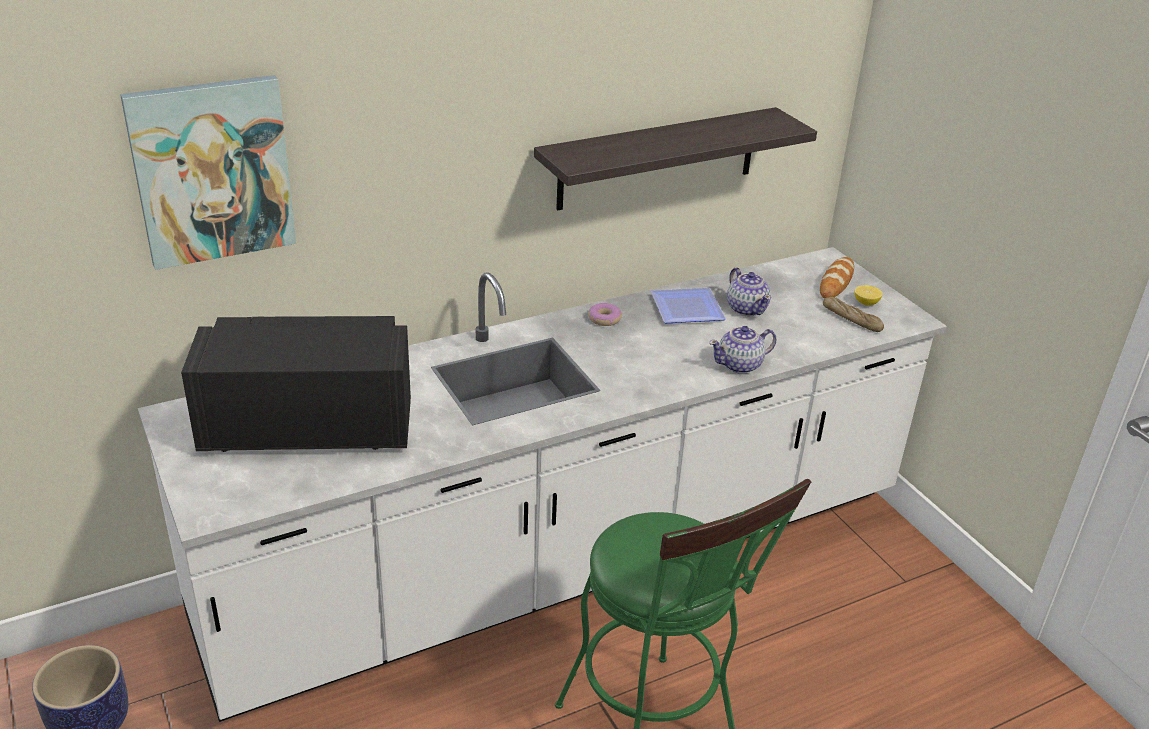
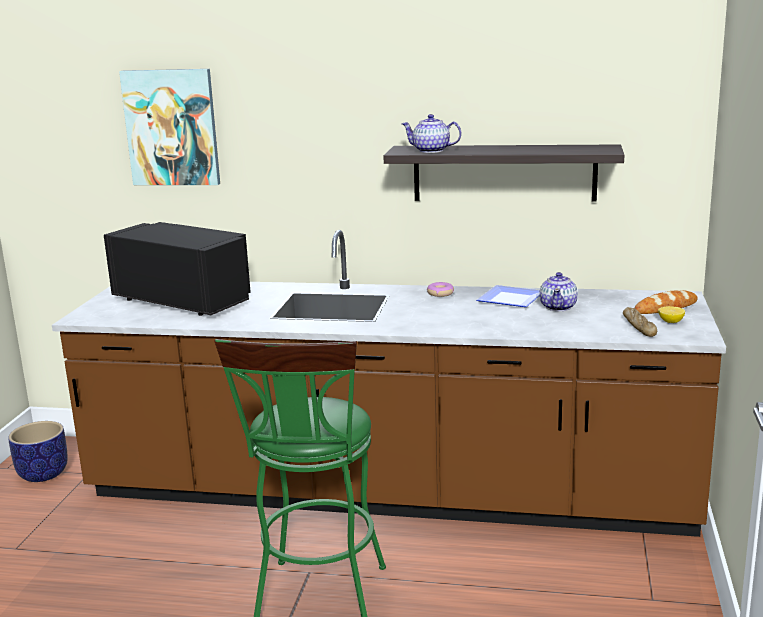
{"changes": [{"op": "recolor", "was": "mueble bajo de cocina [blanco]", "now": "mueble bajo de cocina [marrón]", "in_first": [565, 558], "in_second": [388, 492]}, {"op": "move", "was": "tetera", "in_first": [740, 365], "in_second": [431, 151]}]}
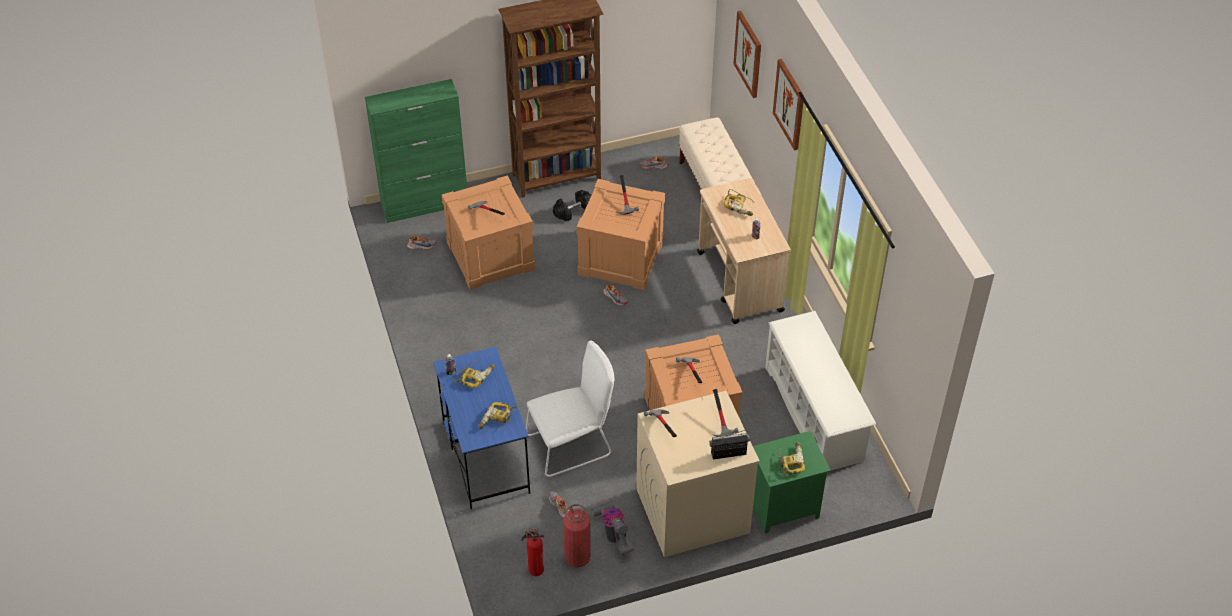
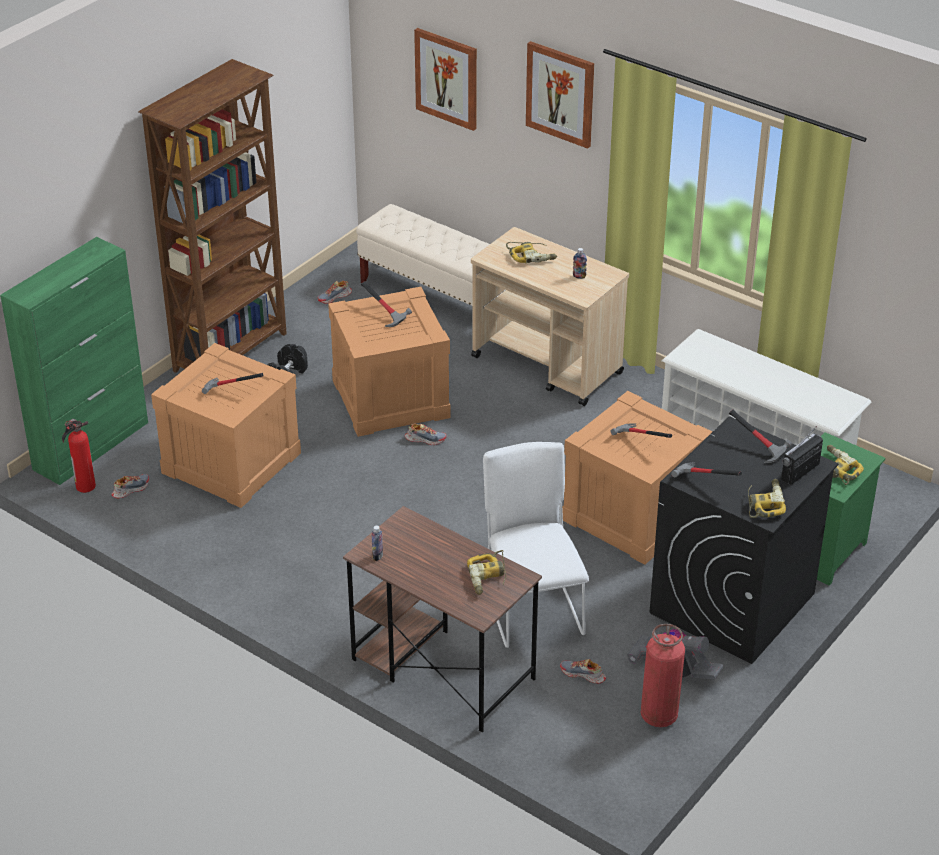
{"changes": [{"op": "rotate", "was": "silla [blanco]", "in_first": [572, 445], "in_second": [531, 605], "clockwise": -45}, {"op": "recolor", "was": "escritorio [azul]", "now": "escritorio [marrón]", "in_first": [485, 456], "in_second": [441, 668]}, {"op": "move", "was": "taladro", "in_first": [475, 375], "in_second": [764, 503]}, {"op": "recolor", "was": "lavadora [beis]", "now": "lavadora [negro]", "in_first": [692, 511], "in_second": [732, 604]}, {"op": "move", "was": "extintor", "in_first": [535, 569], "in_second": [84, 487]}]}
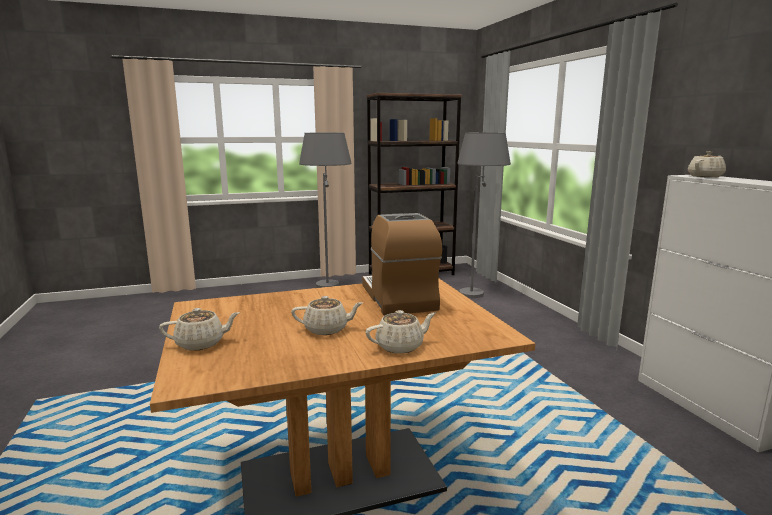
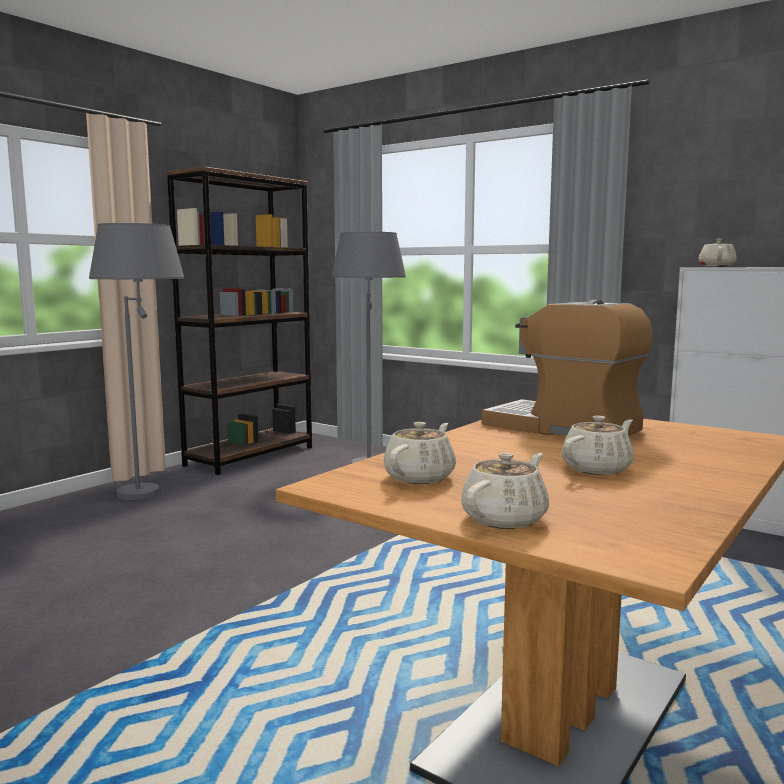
{"changes": [{"op": "move", "was": "tetera [beis]", "in_first": [400, 346], "in_second": [420, 477]}]}
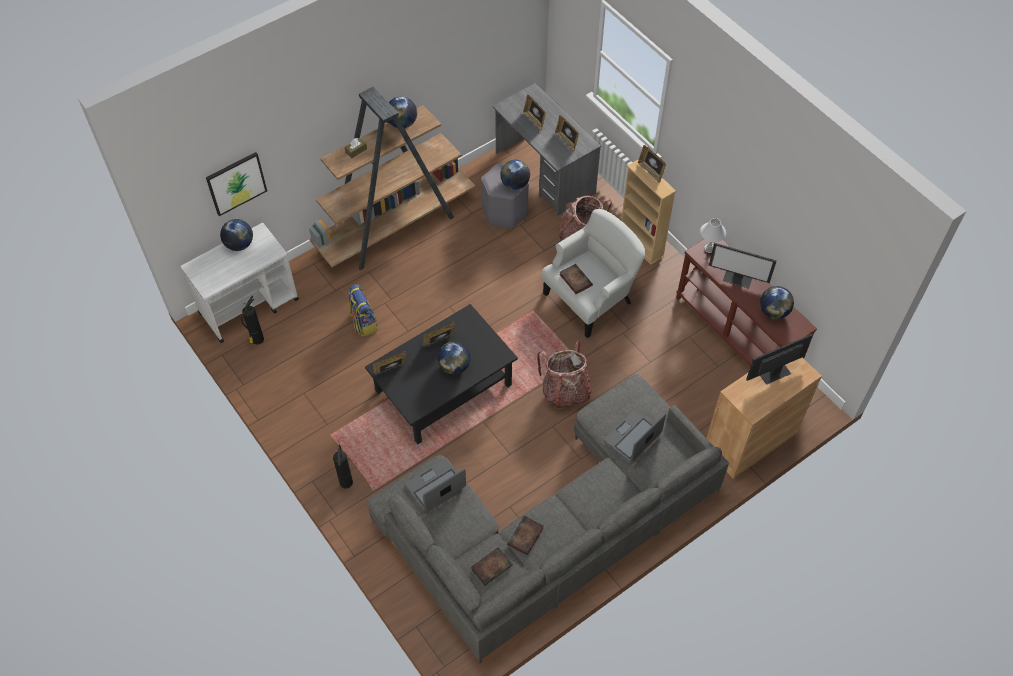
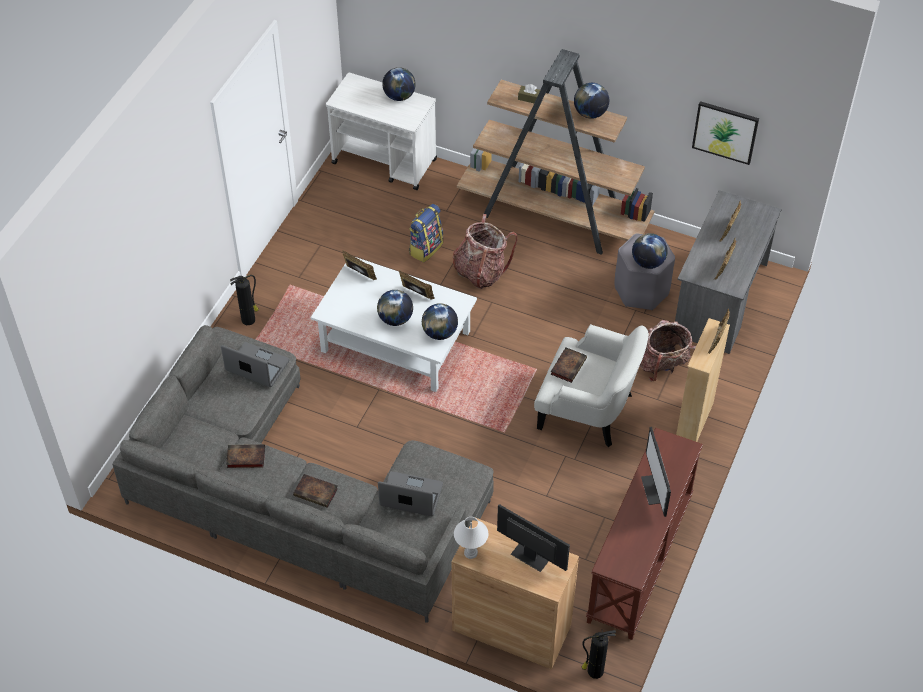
{"changes": [{"op": "move", "was": "cuadro", "in_first": [236, 183], "in_second": [725, 132]}, {"op": "move", "was": "lámpara de mesa [blanco]", "in_first": [709, 249], "in_second": [471, 553]}, {"op": "move", "was": "globo terráqueo", "in_first": [773, 312], "in_second": [439, 333]}, {"op": "move", "was": "extintor", "in_first": [257, 340], "in_second": [594, 671]}, {"op": "recolor", "was": "mesa de centro [negro]", "now": "mesa de centro [blanco]", "in_first": [444, 388], "in_second": [395, 342]}, {"op": "move", "was": "mochila", "in_first": [565, 391], "in_second": [480, 271]}, {"op": "move", "was": "libro", "in_first": [492, 566], "in_second": [317, 492]}]}
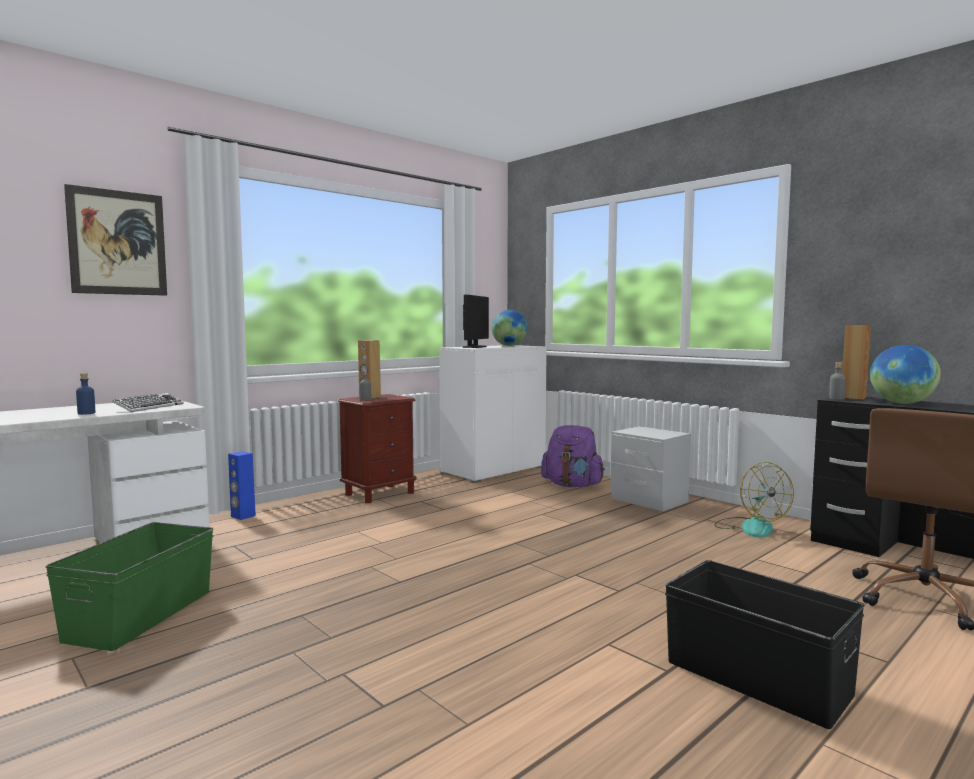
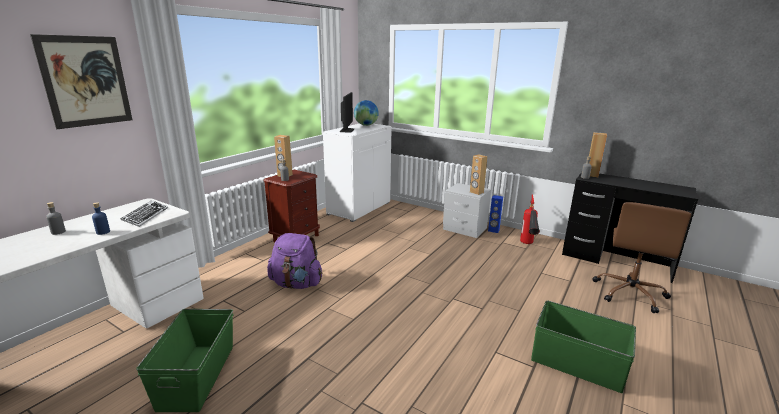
{"changes": [{"op": "delete", "was": "globo terráqueo", "in_first": [901, 403]}, {"op": "move", "was": "mochila [morado]", "in_first": [572, 485], "in_second": [296, 284]}, {"op": "move", "was": "altavoz [azul]", "in_first": [242, 516], "in_second": [493, 230]}, {"op": "replace", "was": "ventilador", "now": "extintor", "in_first": [750, 527], "in_second": [527, 246]}, {"op": "recolor", "was": "caja de almacenaje [negro]", "now": "caja de almacenaje [verde]", "in_first": [757, 678], "in_second": [577, 364]}, {"op": "insert", "now": "altavoz [marrón]", "in_second": [476, 192]}, {"op": "insert", "now": "botella [gris]", "in_second": [58, 232]}]}
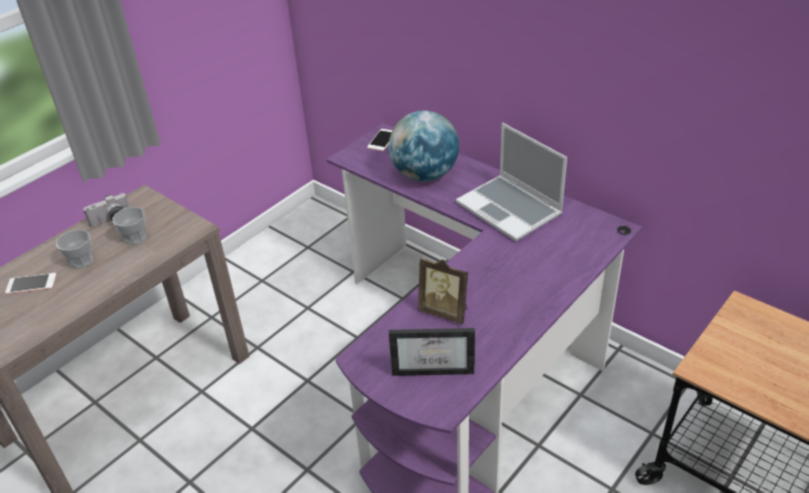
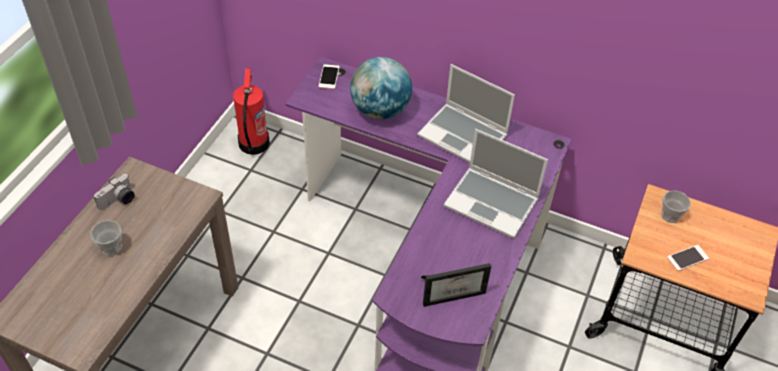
{"changes": [{"op": "move", "was": "taza", "in_first": [135, 238], "in_second": [670, 215]}, {"op": "delete", "was": "portarretratos", "in_first": [445, 311]}, {"op": "move", "was": "móvil", "in_first": [31, 284], "in_second": [687, 258]}, {"op": "insert", "now": "extintor", "in_second": [253, 144]}, {"op": "insert", "now": "portátil", "in_second": [492, 203]}]}
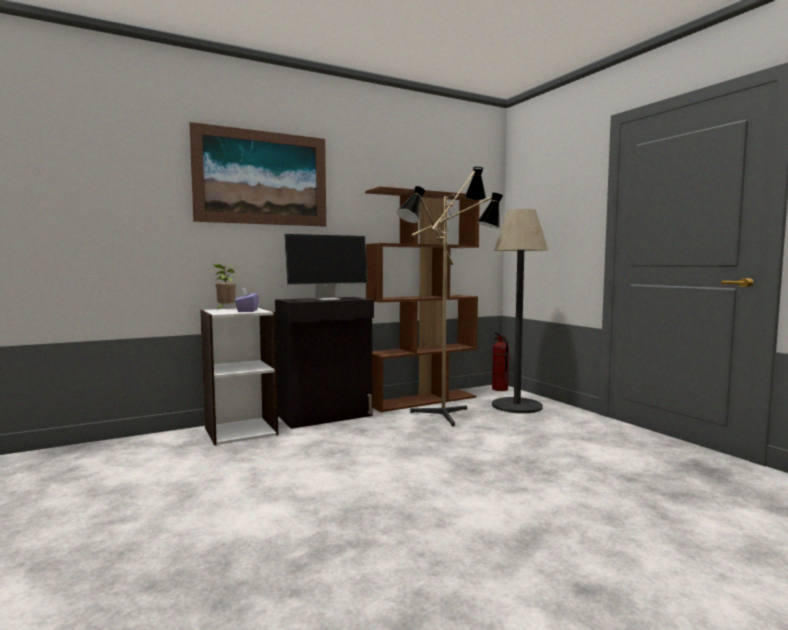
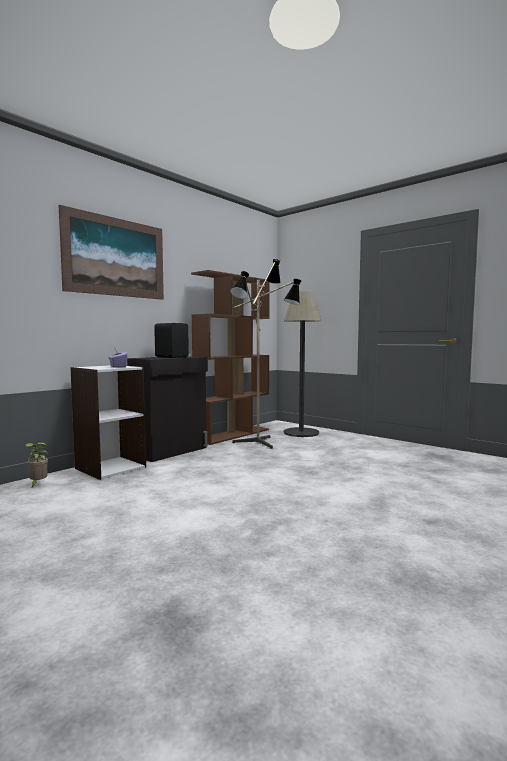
{"changes": [{"op": "replace", "was": "monitor", "now": "altavoz [negro]", "in_first": [328, 299], "in_second": [172, 357]}, {"op": "move", "was": "planta en maceta", "in_first": [225, 309], "in_second": [37, 484]}, {"op": "delete", "was": "extintor", "in_first": [499, 389]}]}
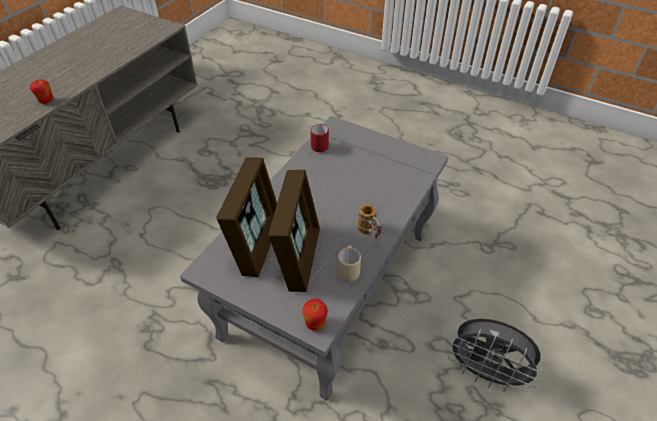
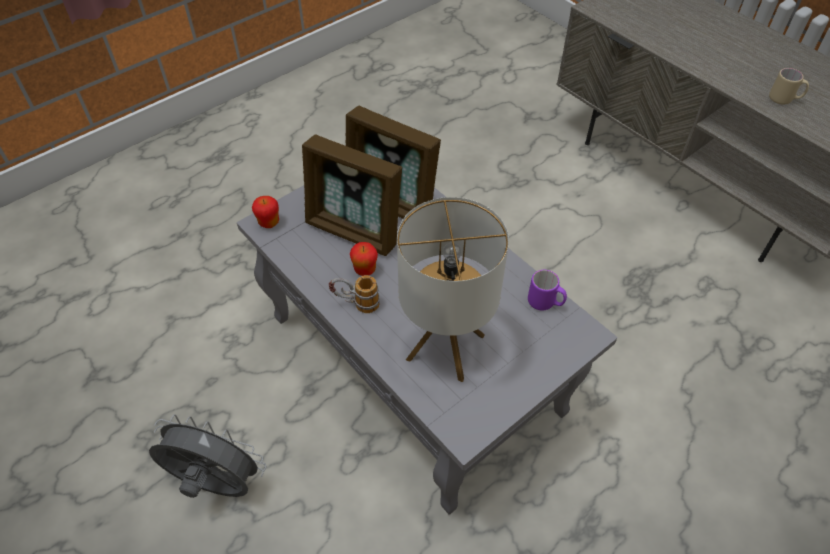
{"changes": [{"op": "move", "was": "manzana", "in_first": [46, 101], "in_second": [365, 270]}, {"op": "recolor", "was": "taza grande [rojo]", "now": "taza grande [morado]", "in_first": [320, 145], "in_second": [545, 303]}, {"op": "move", "was": "taza grande [beis]", "in_first": [348, 270], "in_second": [784, 99]}, {"op": "rotate", "was": "ventilador [gris]", "in_first": [485, 373], "in_second": [216, 485], "clockwise": 60}, {"op": "insert", "now": "lámpara de mesa", "in_second": [445, 347]}]}
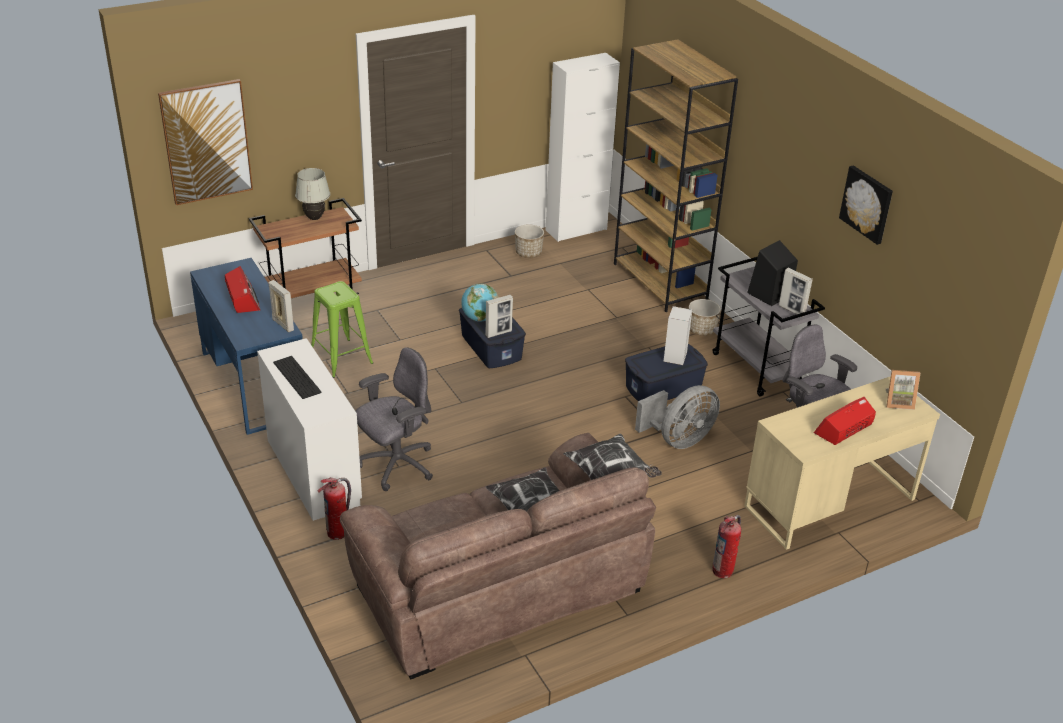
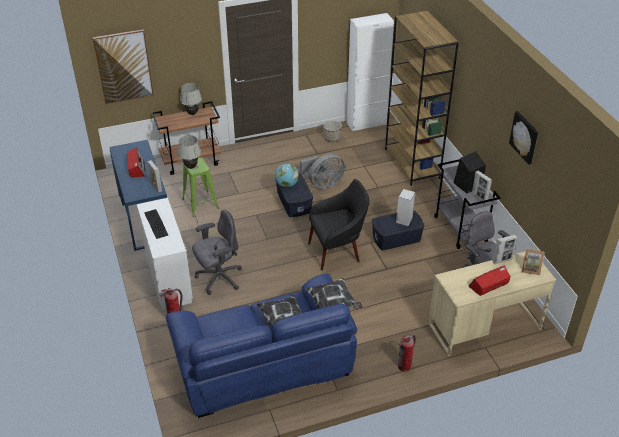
{"changes": [{"op": "move", "was": "portarretratos", "in_first": [498, 333], "in_second": [502, 260]}, {"op": "delete", "was": "maceta", "in_first": [701, 330]}, {"op": "move", "was": "ventilador [gris]", "in_first": [679, 440], "in_second": [323, 184]}, {"op": "recolor", "was": "sofá [marrón]", "now": "sofá [azul]", "in_first": [501, 589], "in_second": [264, 365]}, {"op": "insert", "now": "lámpara de mesa [blanco]", "in_second": [191, 167]}, {"op": "insert", "now": "sillón [negro]", "in_second": [337, 251]}]}
